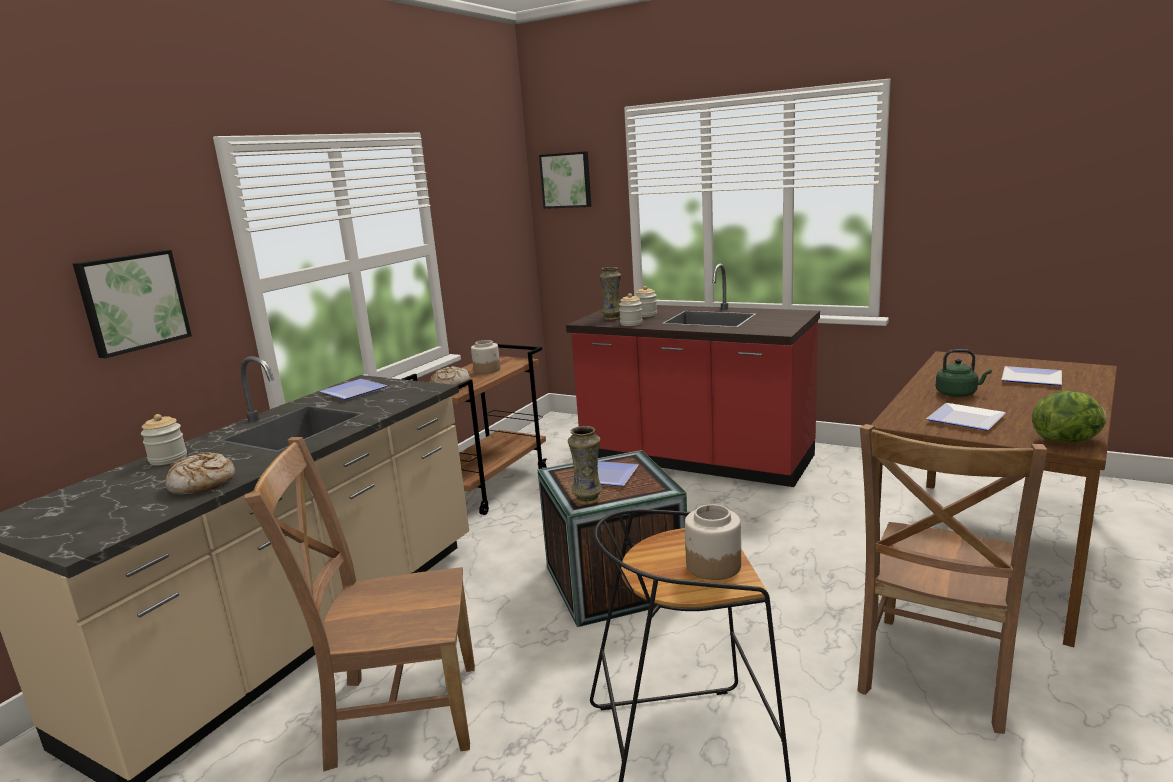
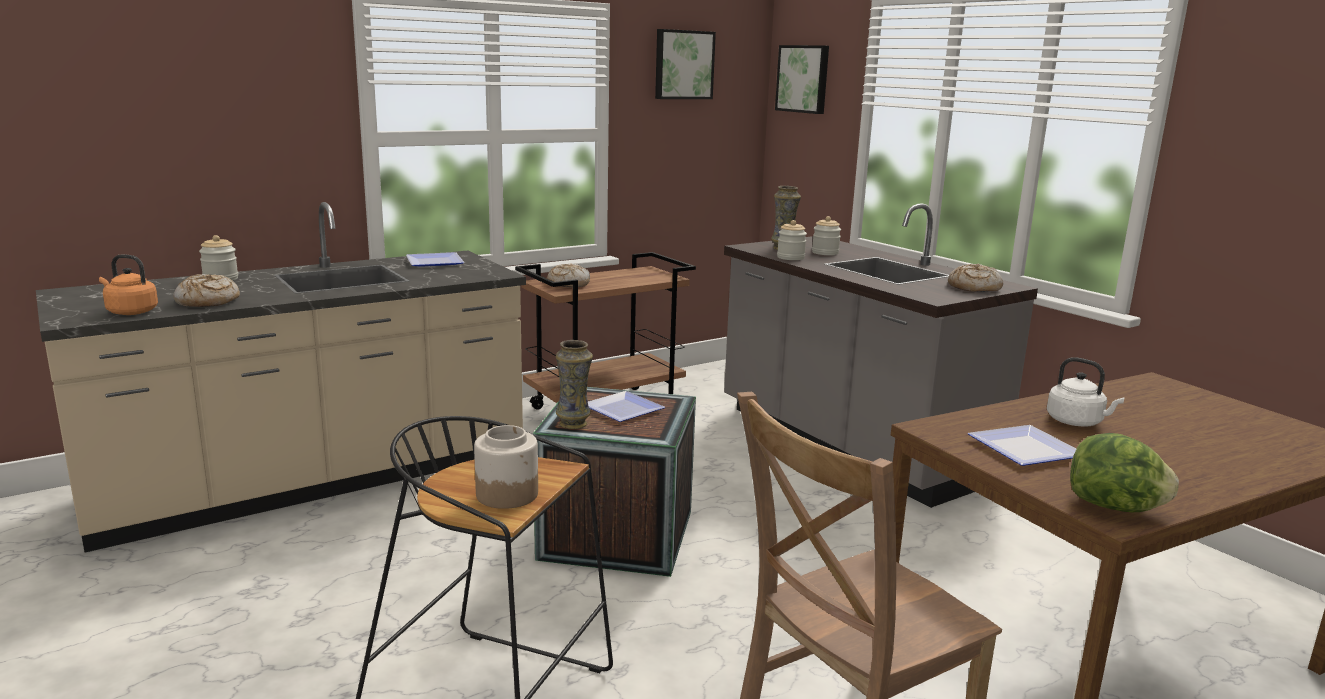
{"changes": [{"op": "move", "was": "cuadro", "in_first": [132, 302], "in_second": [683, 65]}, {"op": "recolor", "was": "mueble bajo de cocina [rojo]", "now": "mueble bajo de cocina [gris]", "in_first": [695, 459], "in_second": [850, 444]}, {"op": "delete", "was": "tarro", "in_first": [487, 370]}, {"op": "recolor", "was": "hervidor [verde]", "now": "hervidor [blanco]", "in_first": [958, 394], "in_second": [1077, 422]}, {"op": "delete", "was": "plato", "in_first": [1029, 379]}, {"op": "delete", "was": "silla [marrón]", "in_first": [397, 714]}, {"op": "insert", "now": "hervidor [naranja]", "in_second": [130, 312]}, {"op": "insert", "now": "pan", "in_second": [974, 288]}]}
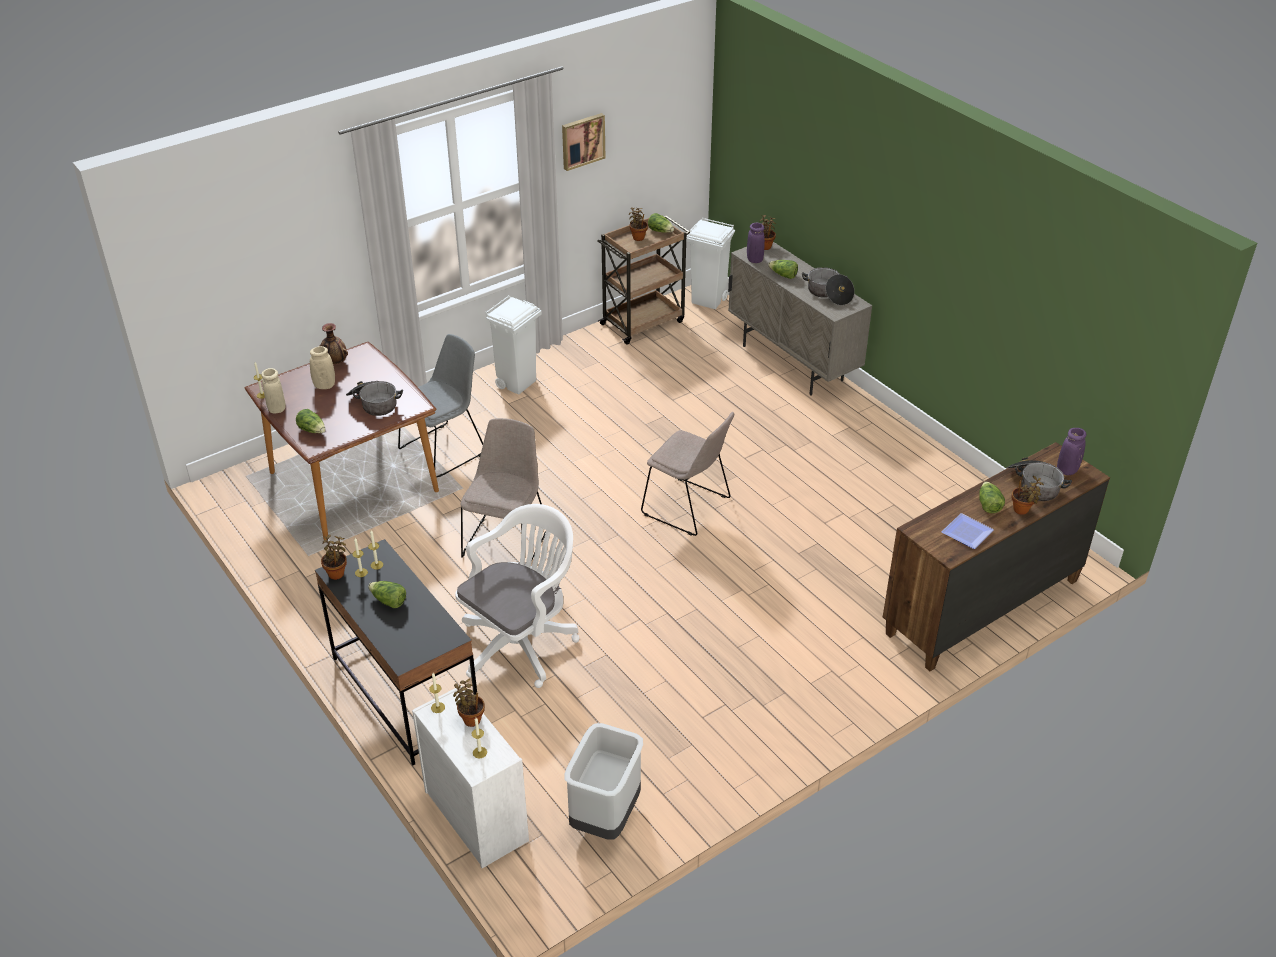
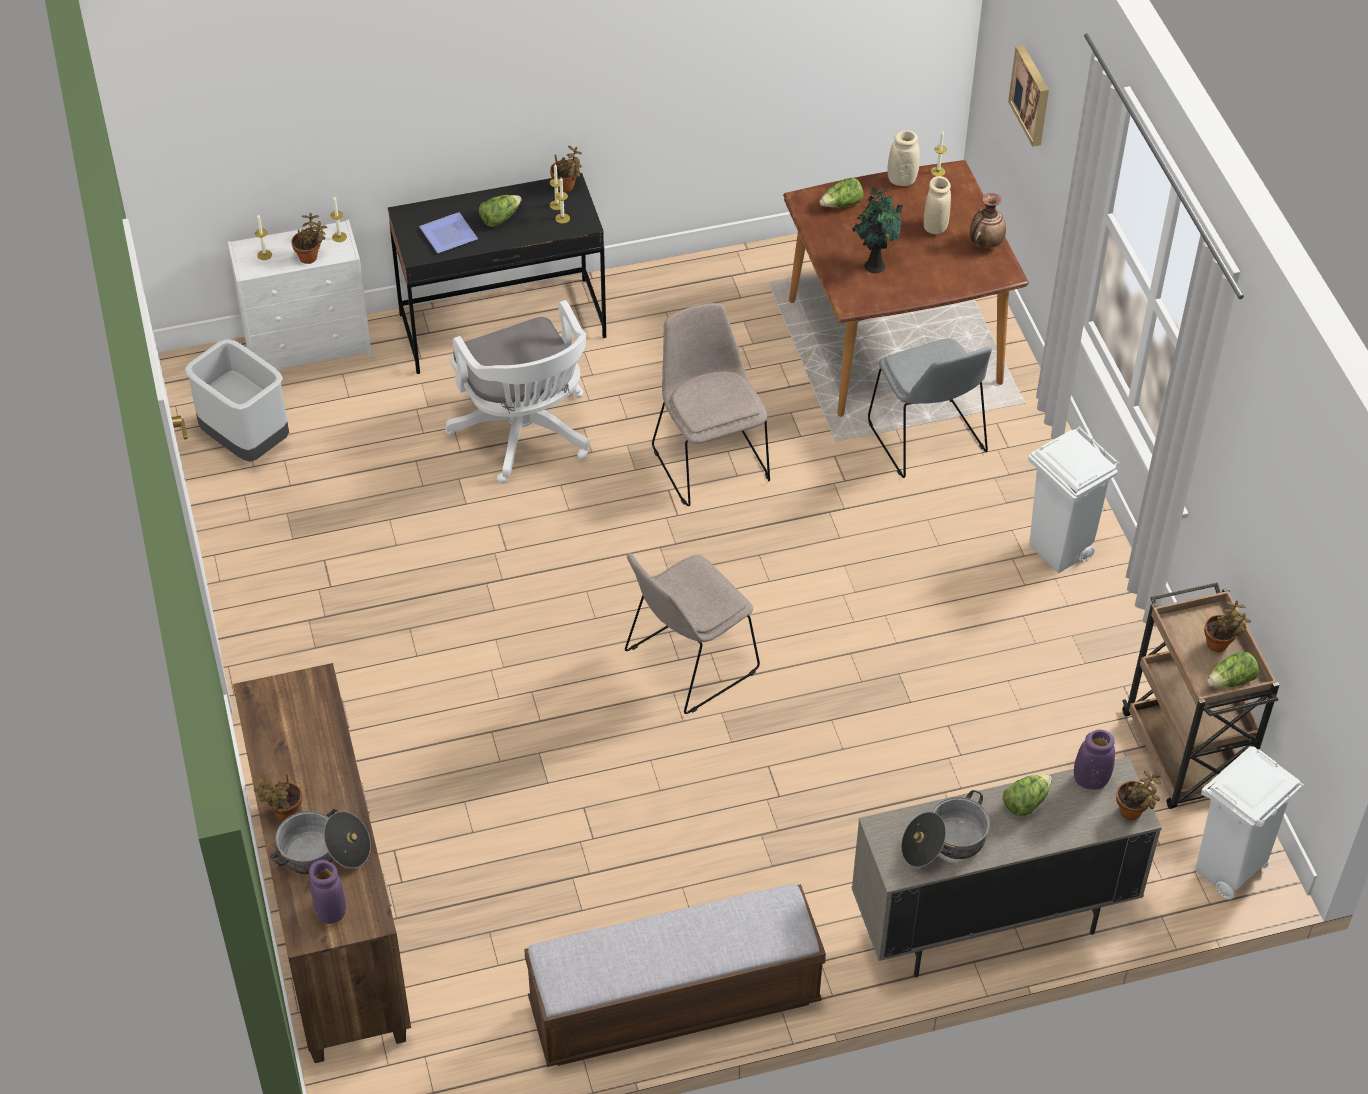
{"changes": [{"op": "move", "was": "cuadro", "in_first": [582, 141], "in_second": [1032, 95]}, {"op": "replace", "was": "olla", "now": "planta en maceta", "in_first": [374, 404], "in_second": [874, 264]}, {"op": "rotate", "was": "silla [beis]", "in_first": [506, 541], "in_second": [709, 460], "clockwise": -150}, {"op": "delete", "was": "lechuga", "in_first": [988, 504]}, {"op": "move", "was": "plato", "in_first": [967, 534], "in_second": [446, 234]}, {"op": "insert", "now": "banco", "in_second": [674, 1004]}]}
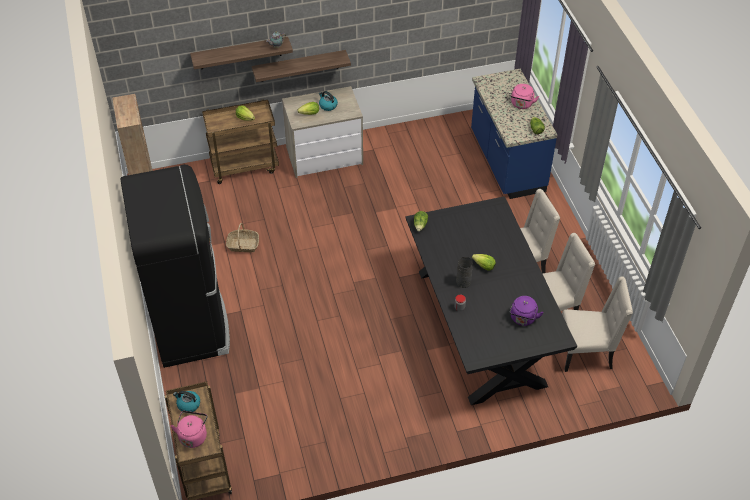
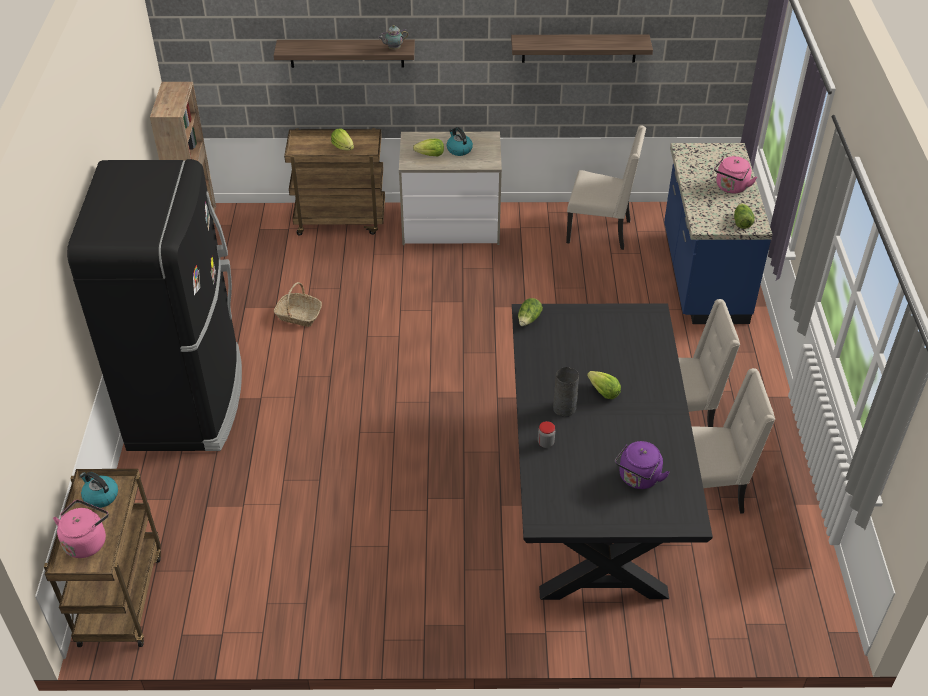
{"changes": [{"op": "move", "was": "estante", "in_first": [299, 66], "in_second": [579, 48]}, {"op": "move", "was": "silla [beis]", "in_first": [586, 353], "in_second": [600, 231]}]}
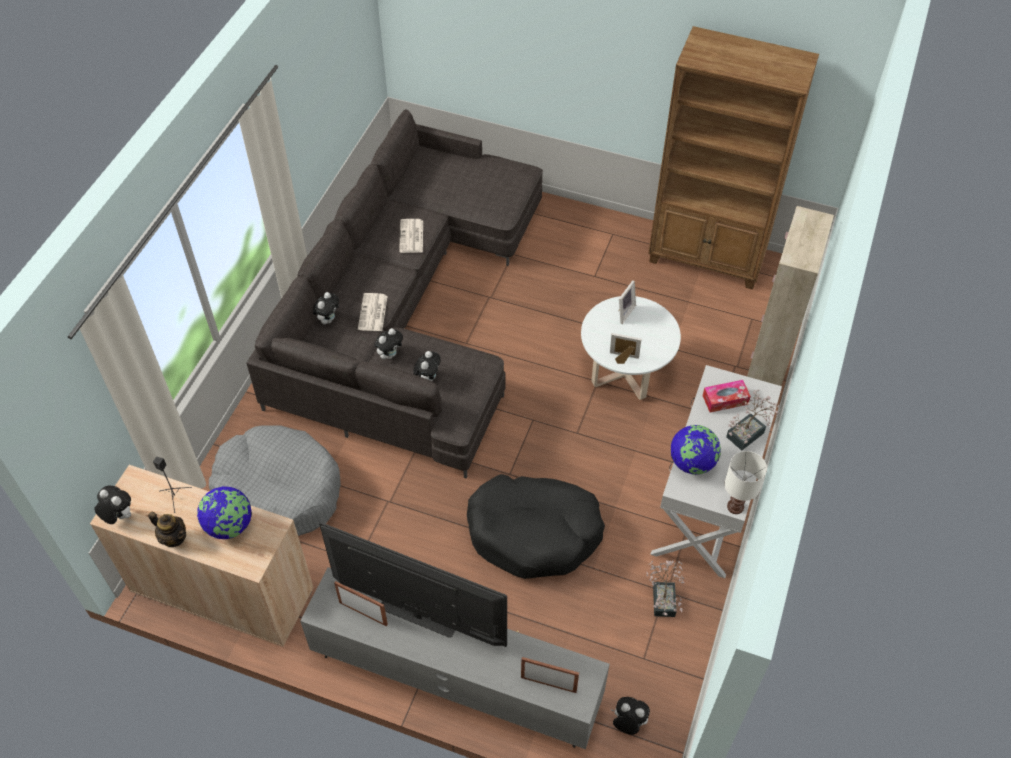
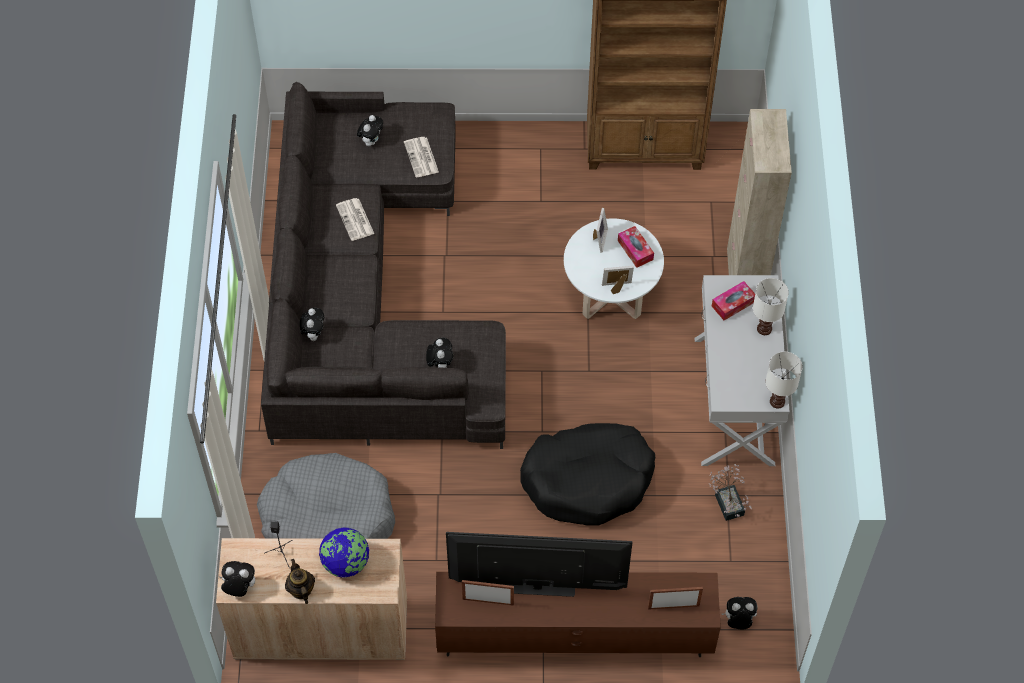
{"changes": [{"op": "move", "was": "periódico", "in_first": [373, 313], "in_second": [421, 158]}, {"op": "move", "was": "peluche", "in_first": [390, 354], "in_second": [371, 141]}, {"op": "replace", "was": "planta en maceta", "now": "lámpara de mesa [blanco]", "in_first": [748, 433], "in_second": [764, 329]}, {"op": "delete", "was": "globo terráqueo", "in_first": [692, 463]}, {"op": "rotate", "was": "tetera", "in_first": [174, 538], "in_second": [301, 590], "clockwise": -120}, {"op": "recolor", "was": "mueble de televisión [gris]", "now": "mueble de televisión [marrón]", "in_first": [456, 680], "in_second": [574, 635]}, {"op": "insert", "now": "caja de pañuelos", "in_second": [635, 250]}]}
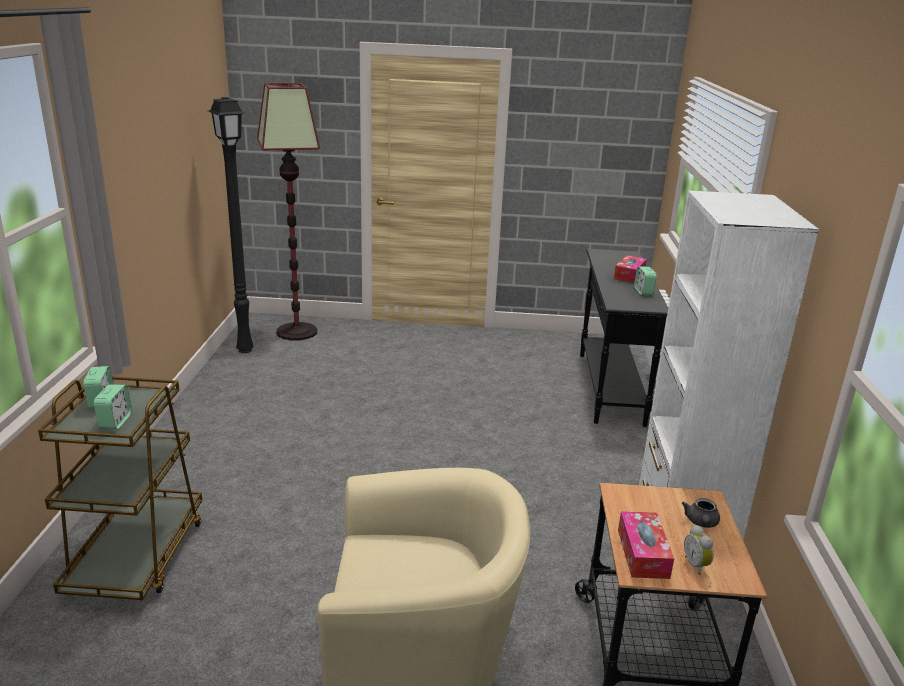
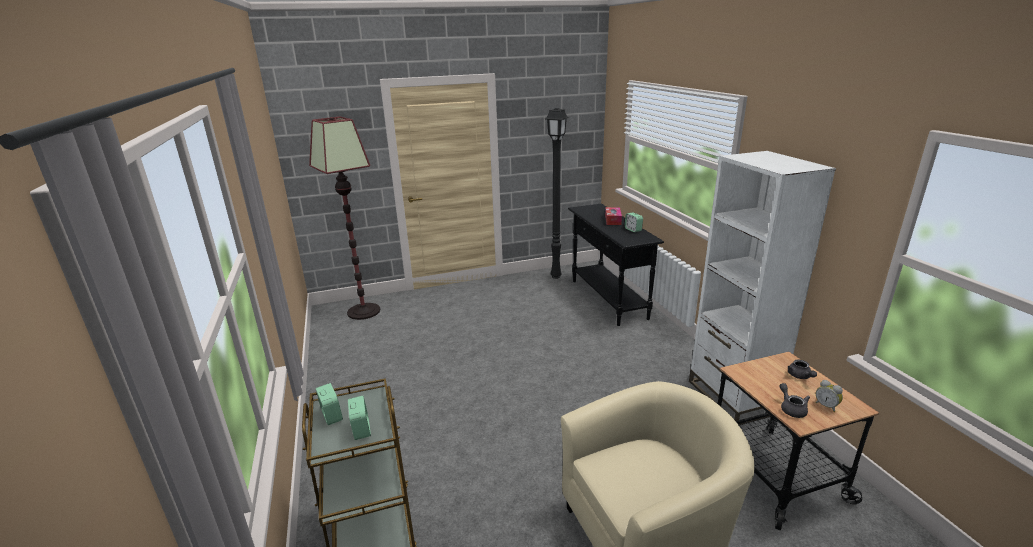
{"changes": [{"op": "move", "was": "lámpara de pie [negro]", "in_first": [244, 351], "in_second": [556, 277]}, {"op": "replace", "was": "caja de pañuelos", "now": "tetera [gris]", "in_first": [643, 553], "in_second": [791, 409]}]}
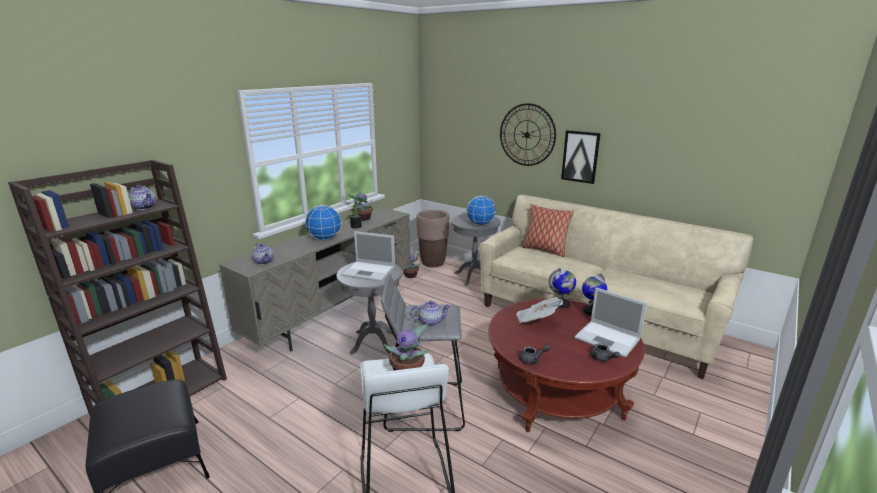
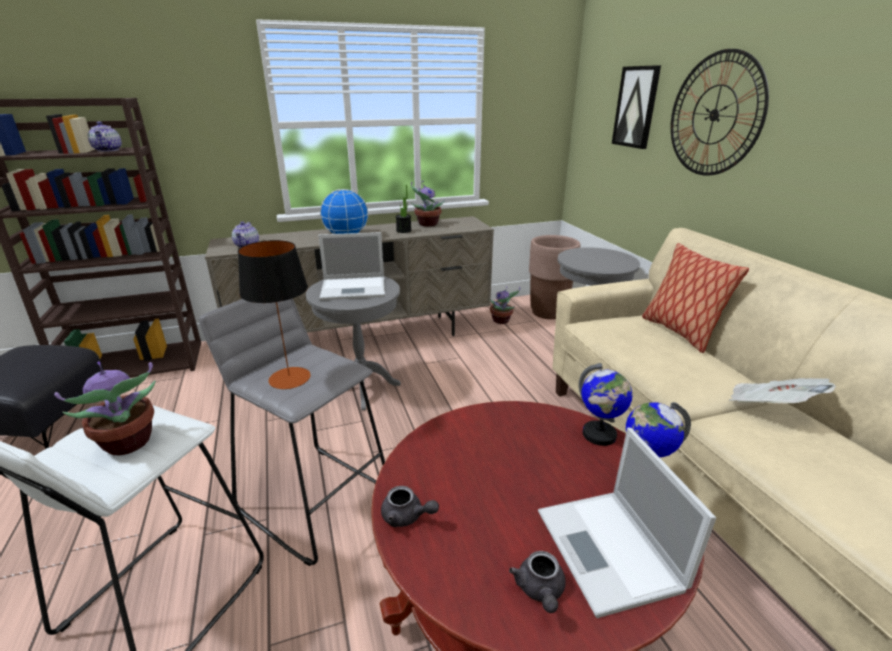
{"changes": [{"op": "move", "was": "cuadro", "in_first": [580, 156], "in_second": [636, 107]}, {"op": "delete", "was": "globo terráqueo", "in_first": [480, 224]}, {"op": "rotate", "was": "portátil", "in_first": [369, 271], "in_second": [355, 288], "clockwise": -60}, {"op": "move", "was": "periódico", "in_first": [536, 320], "in_second": [769, 407]}, {"op": "replace", "was": "tetera", "now": "lámpara de mesa", "in_first": [431, 321], "in_second": [289, 378]}]}
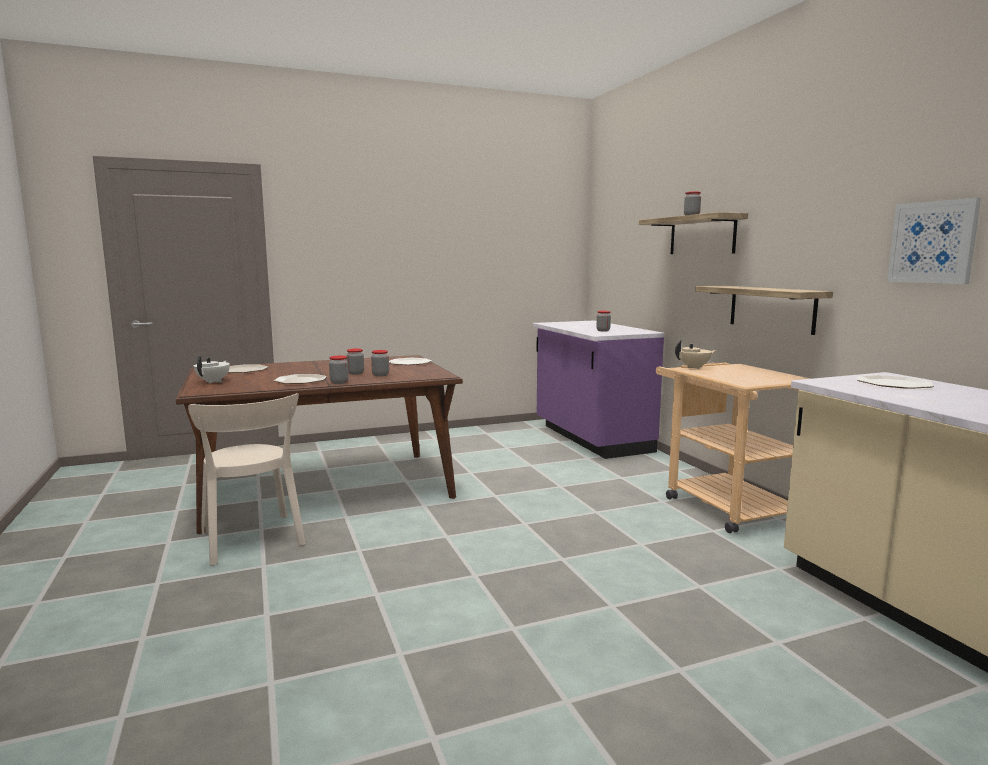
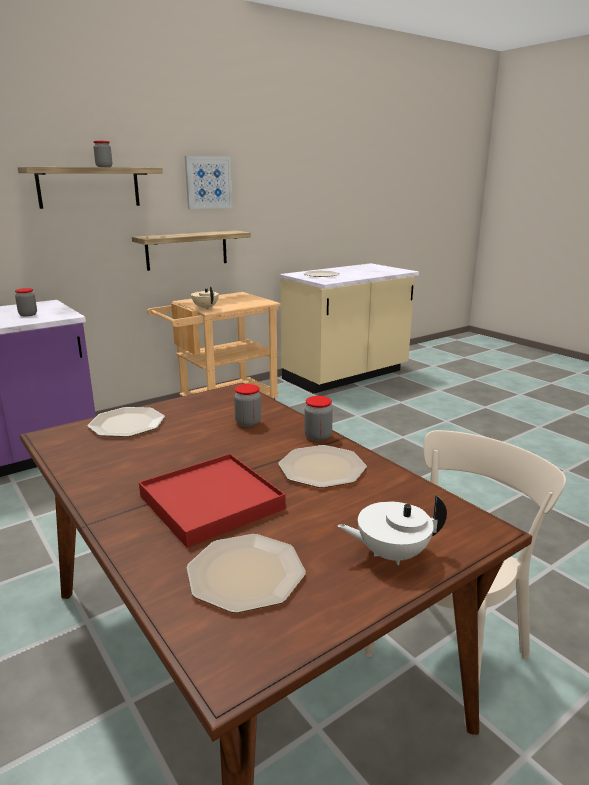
{"changes": [{"op": "move", "was": "cuadro", "in_first": [932, 242], "in_second": [208, 182]}, {"op": "delete", "was": "tarro", "in_first": [355, 373]}, {"op": "insert", "now": "bandeja [rojo]", "in_second": [211, 502]}]}
